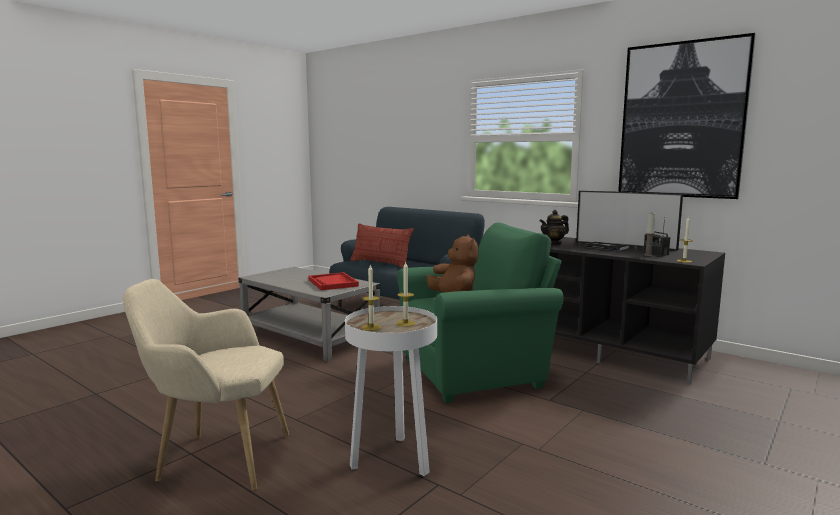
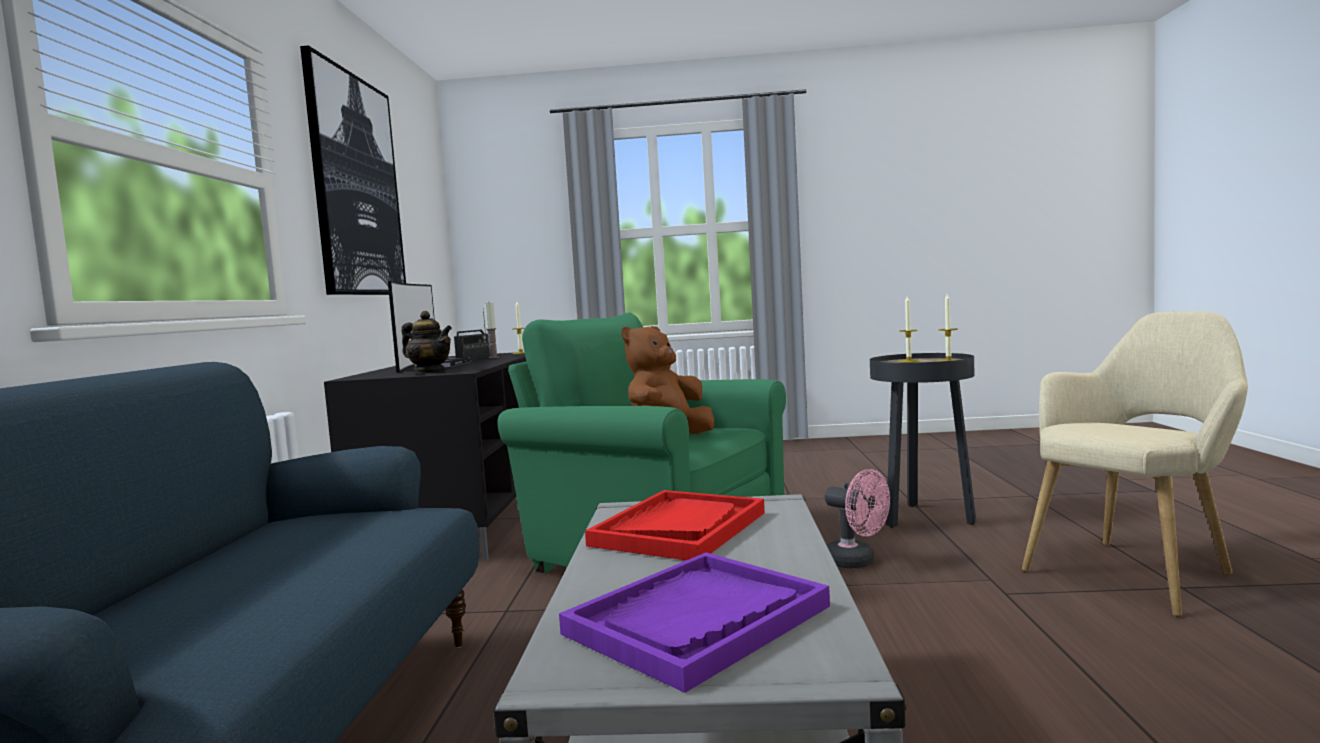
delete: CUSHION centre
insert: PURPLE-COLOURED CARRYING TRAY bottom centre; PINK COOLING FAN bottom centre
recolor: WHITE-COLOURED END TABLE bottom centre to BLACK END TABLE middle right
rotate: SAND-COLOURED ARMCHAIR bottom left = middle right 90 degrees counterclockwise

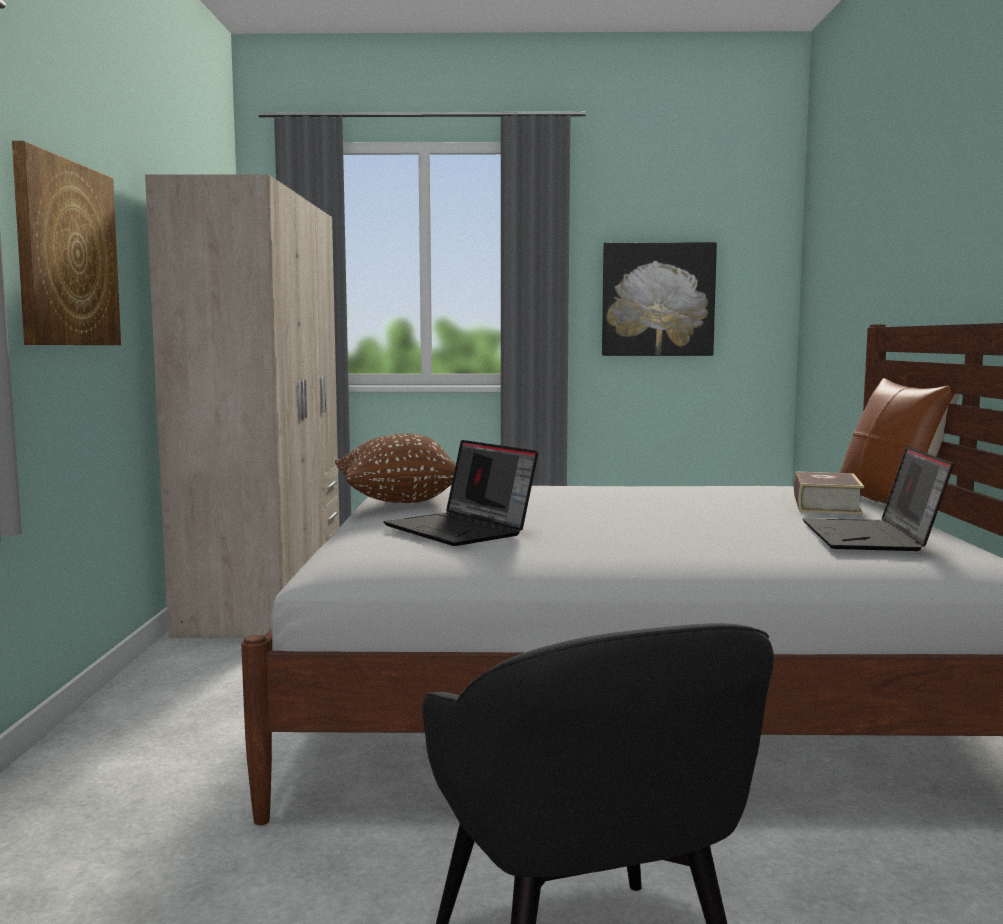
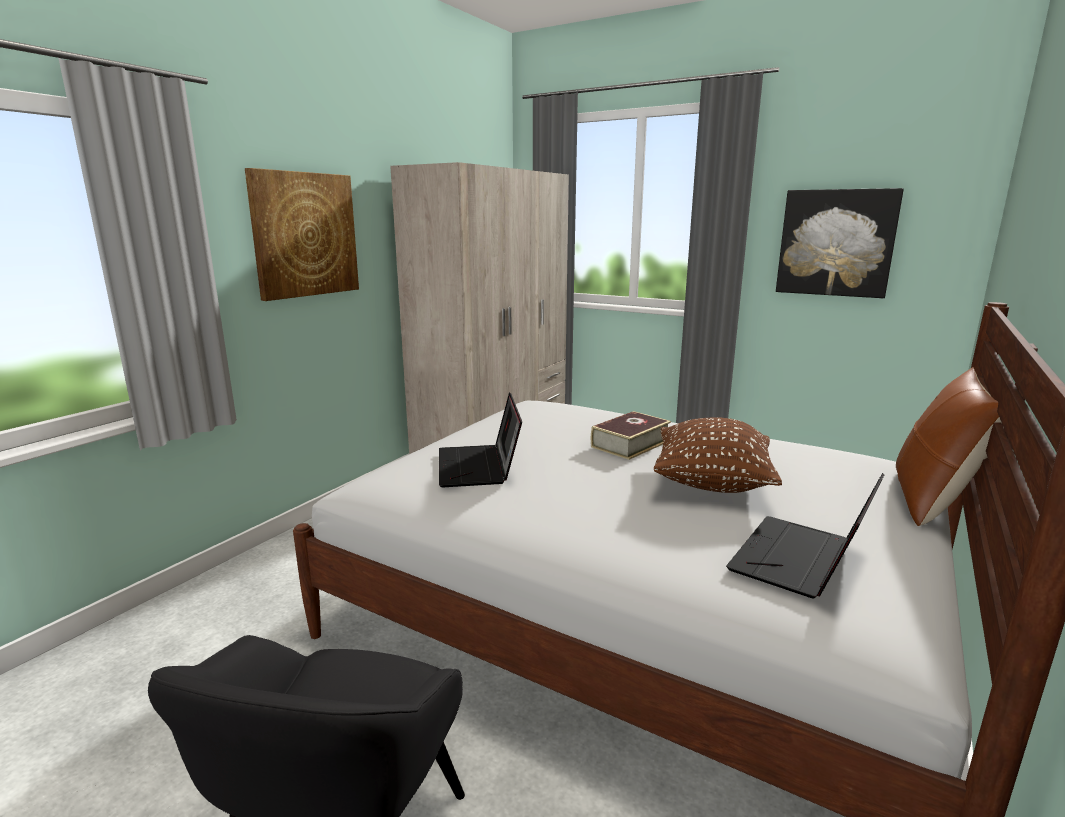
move: BROWNISH CUSHION (1st from left) centre to middle right; VOLUME middle right to centre

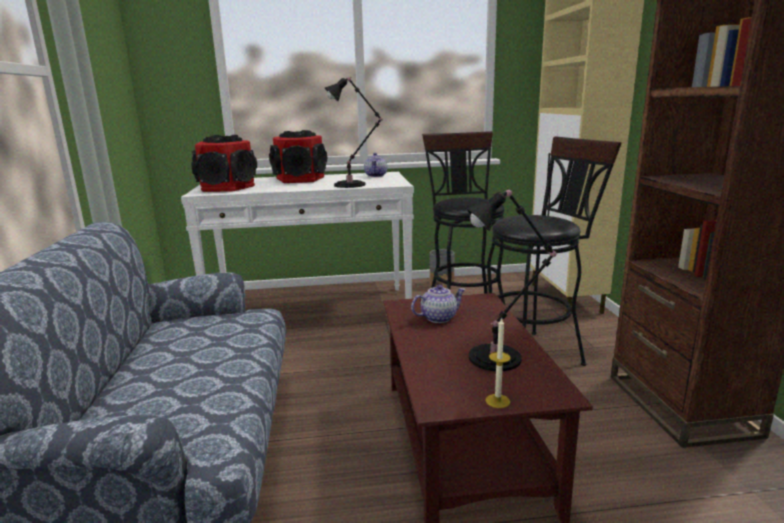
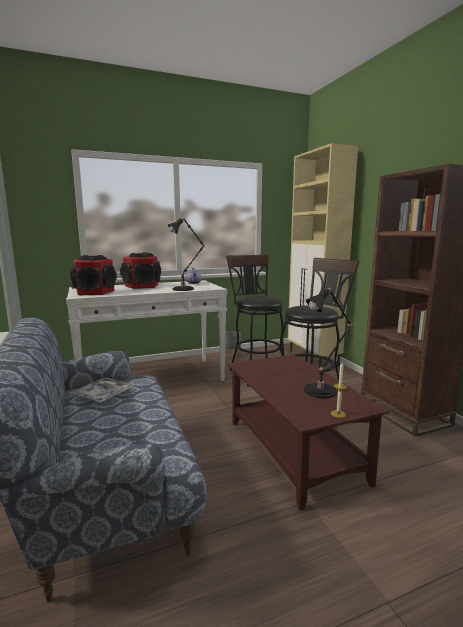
delete: POT FOR TEA (2nd from left) centre
insert: CARRYING TRAY middle left

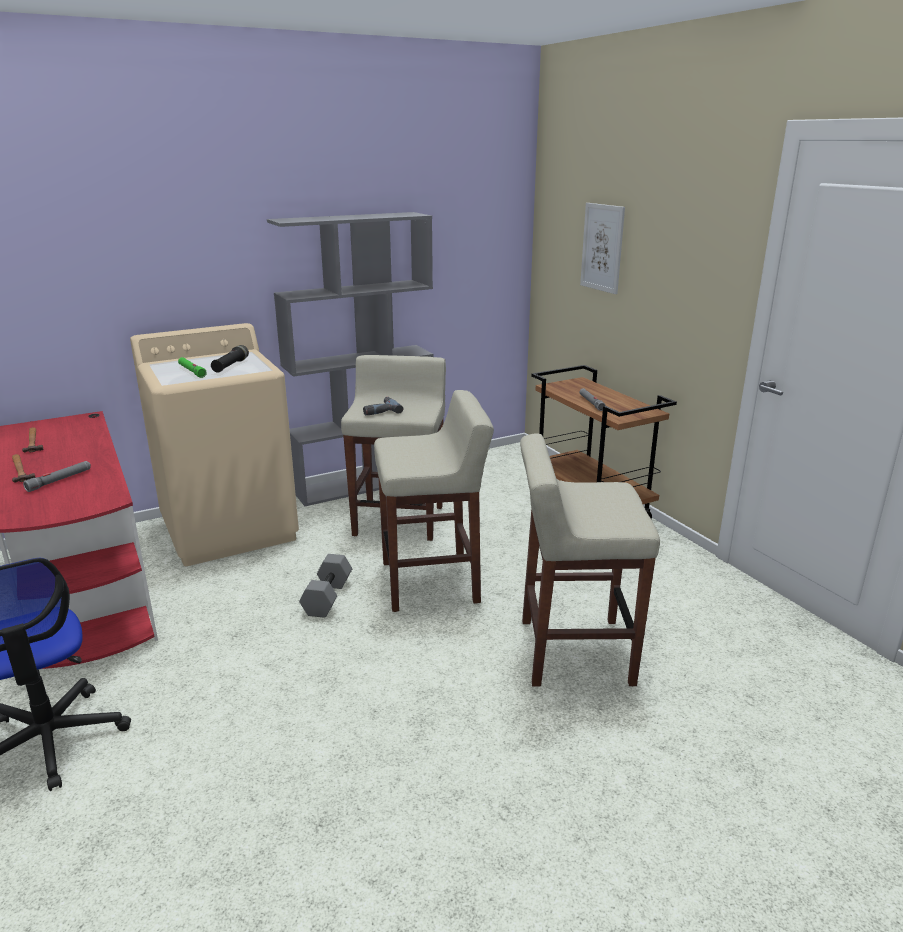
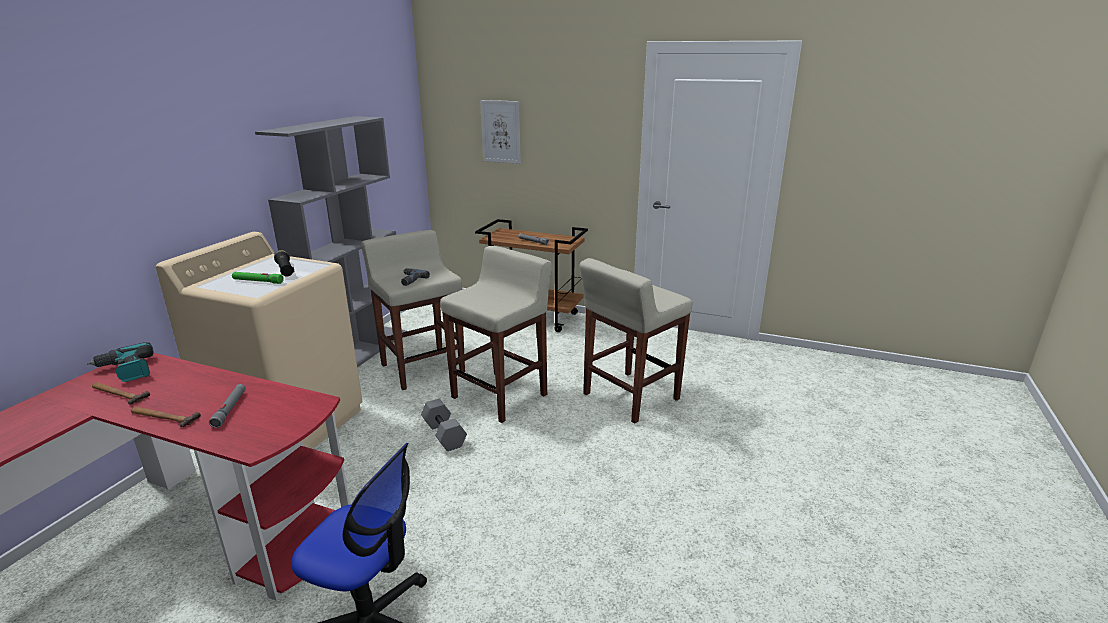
insert: DRILL (1st from left) middle left

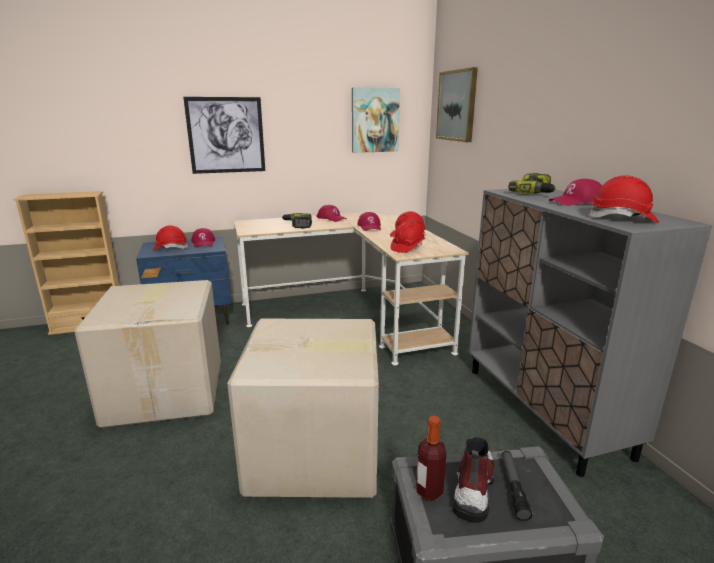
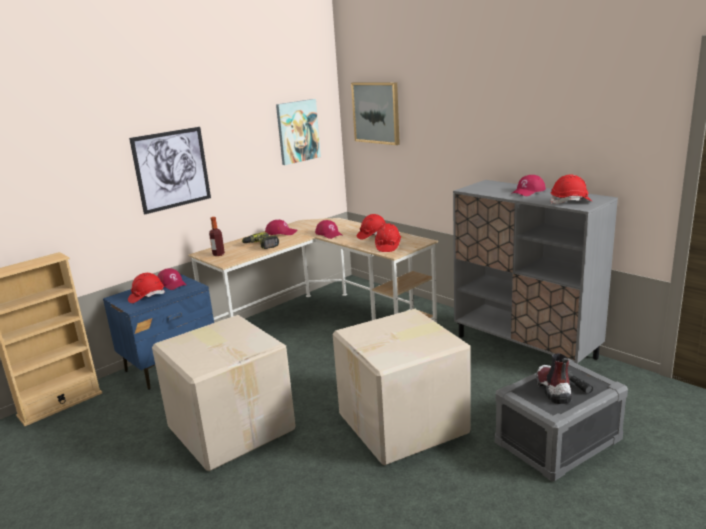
delete: DRILL (2nd from left) top right
move: BOTTLE bottom centre to middle left

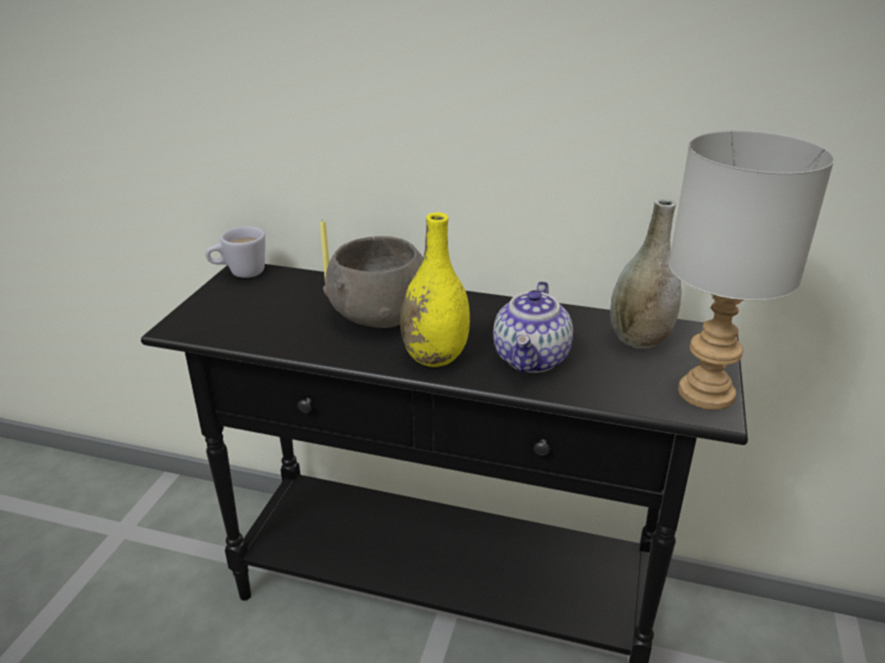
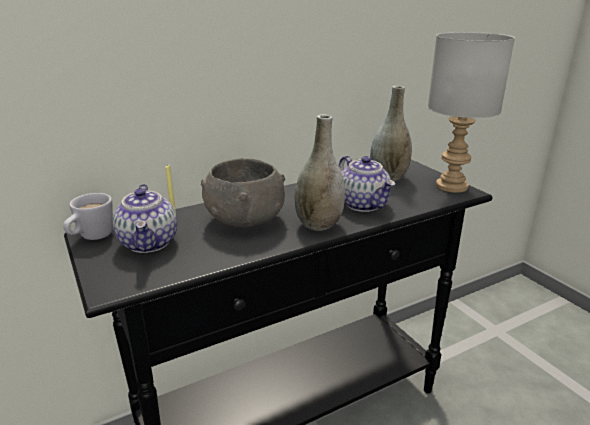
insert: POT FOR TEA (1st from left) middle left
recolor: YELLOW DECORATIVE VASE centre to GRAY DECORATIVE VASE (1st from left) centre

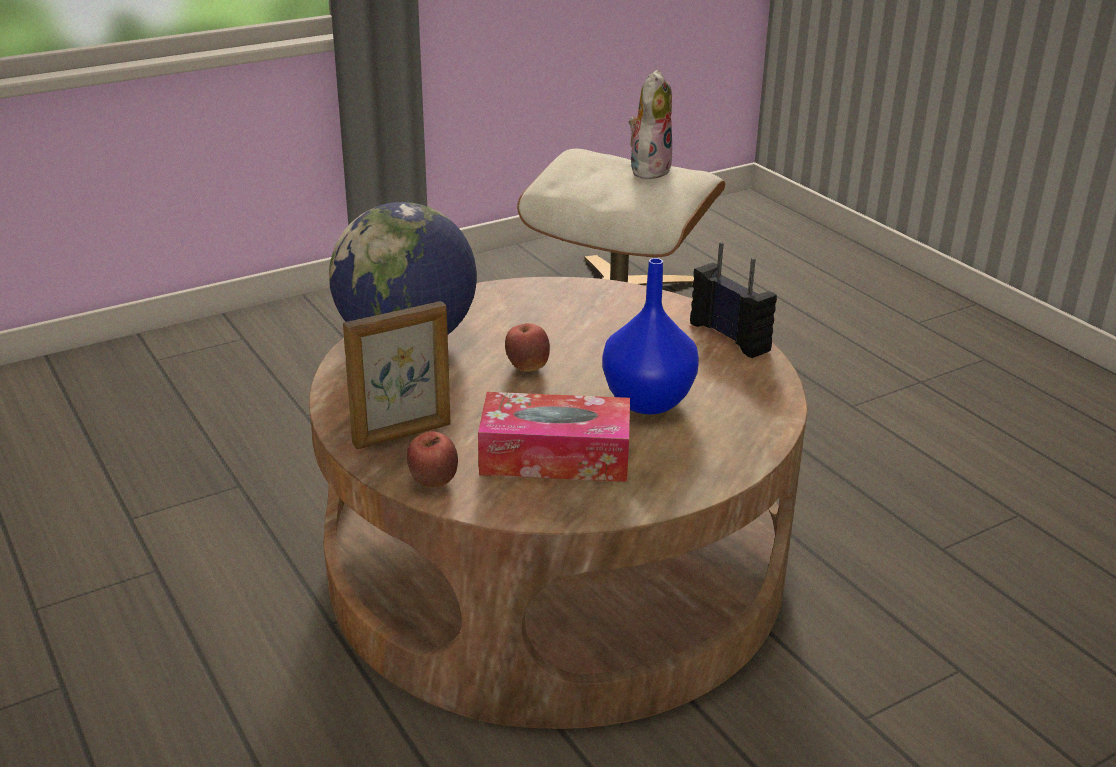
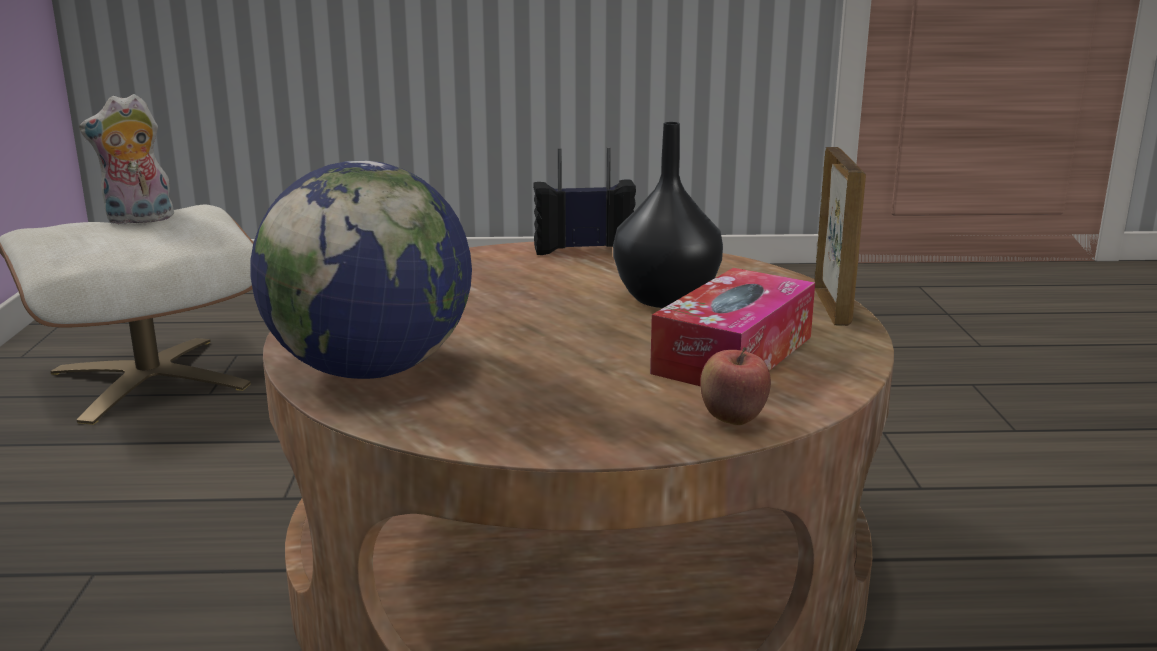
delete: WHOLE APPLE (2nd from left) centre
move: STANDING FRAME centre to middle right
recolor: BLUE DECORATIVE VASE centre to BLACK DECORATIVE VASE top centre
rotate: PLUSH TOY top centre = top left 75 degrees counterclockwise

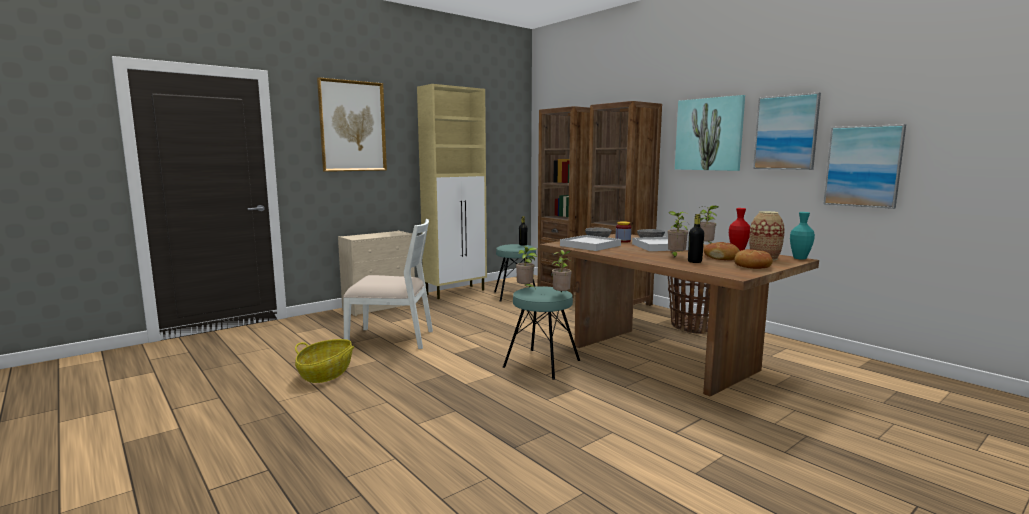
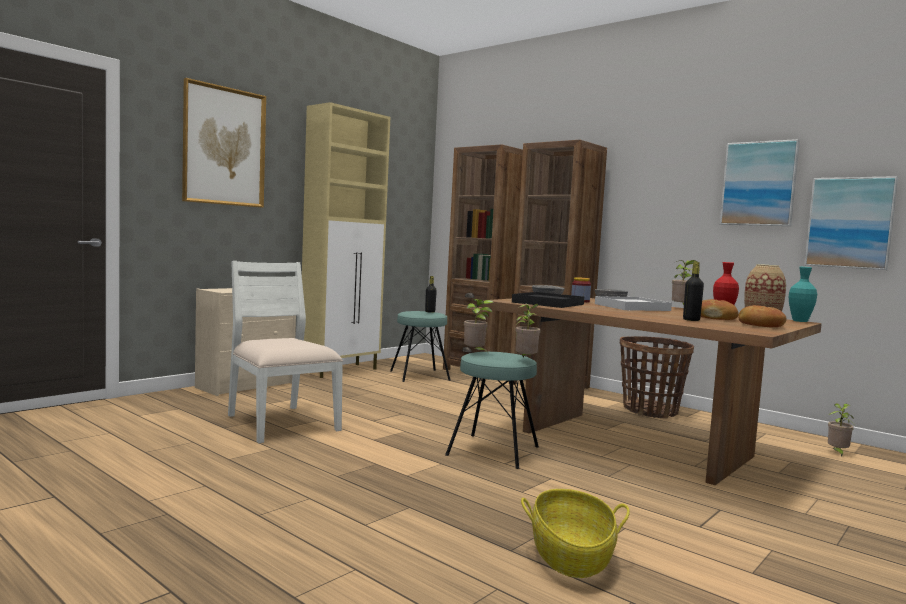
delete: PICTURE (2nd from left) top right
move: HOUSEHOLD BASKET (1st from left) bottom left to bottom centre; PLANT IN A POT (3rd from left in the first image) centre to PLANT IN A POT (4th from left) bottom right
recolor: WHITE-COLOURED CARRYING TRAY (1st from left) centre to BLACK CARRYING TRAY centre
rotate: WHITE-COLOURED PLAIN CHAIR centre = middle left 120 degrees counterclockwise

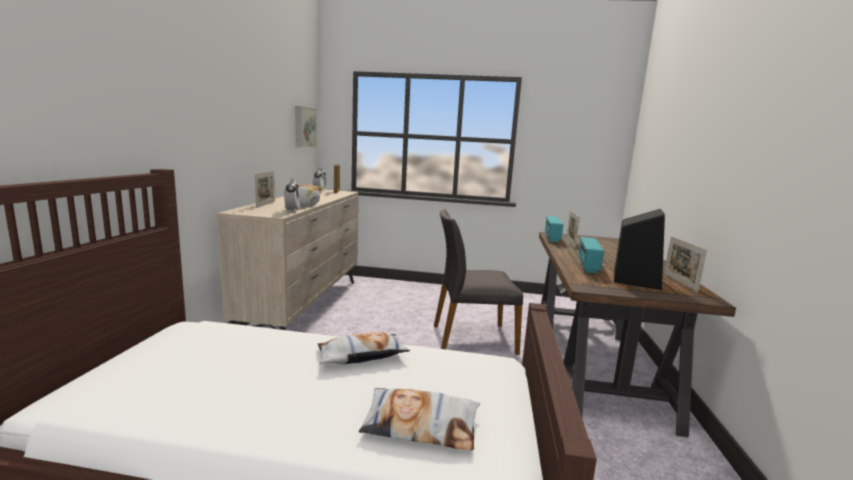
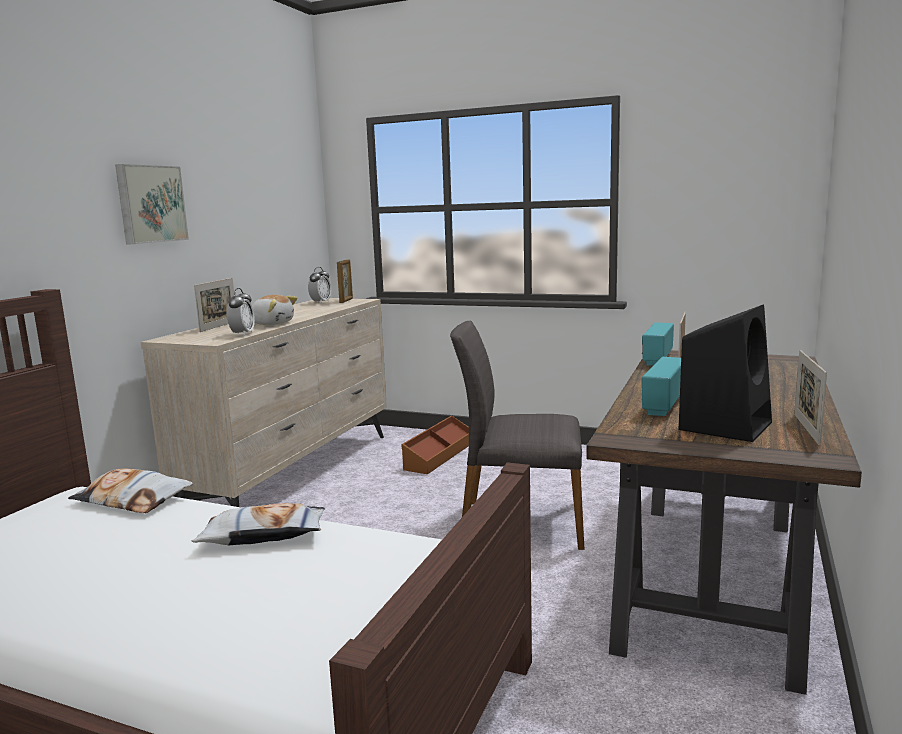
insert: BROWNISH STORAGE BOX centre
move: PICTURE top centre to top left; CUSHION (2nd from left in the first image) bottom centre to CUSHION (1st from left) bottom left

